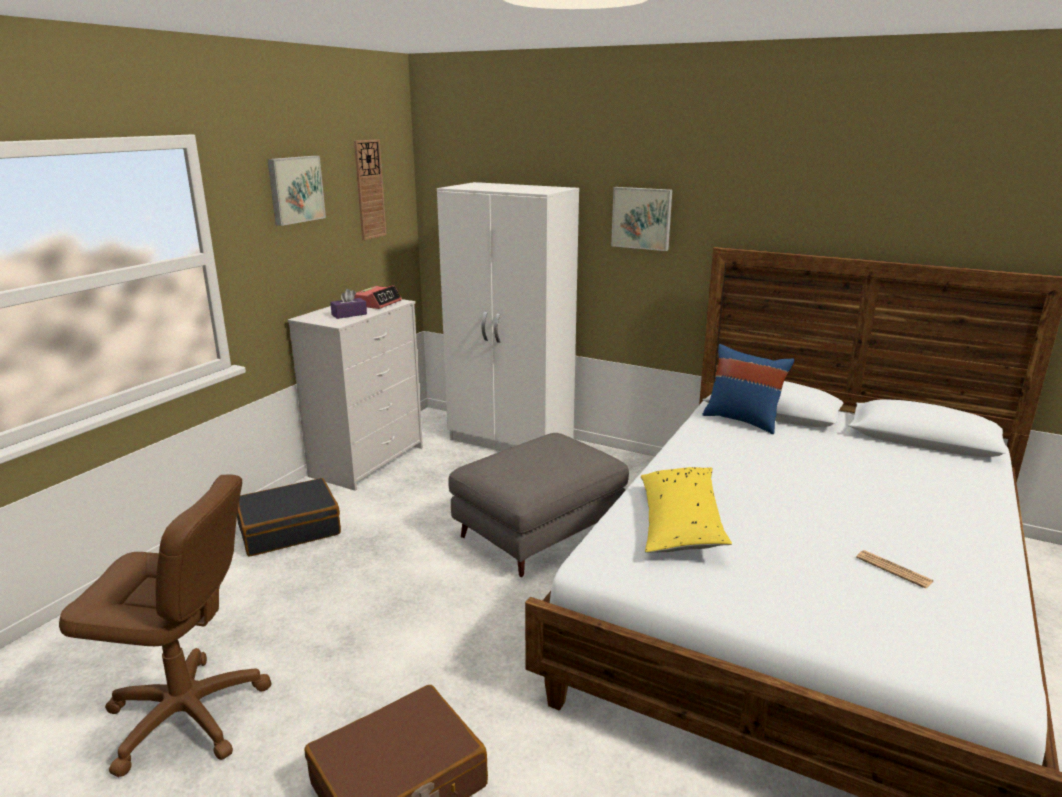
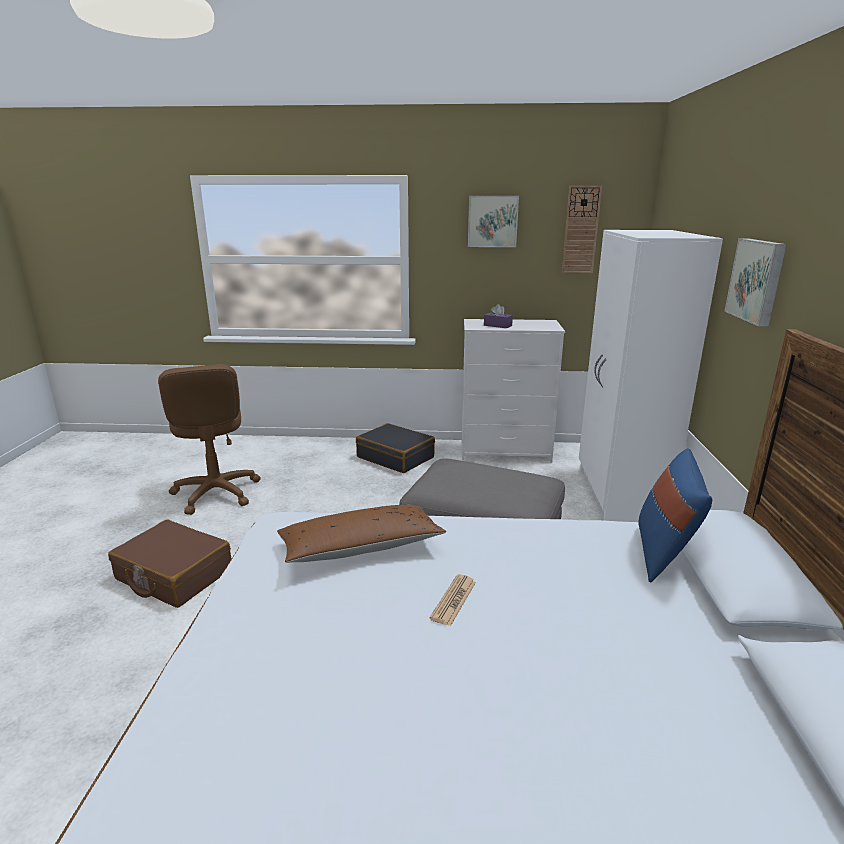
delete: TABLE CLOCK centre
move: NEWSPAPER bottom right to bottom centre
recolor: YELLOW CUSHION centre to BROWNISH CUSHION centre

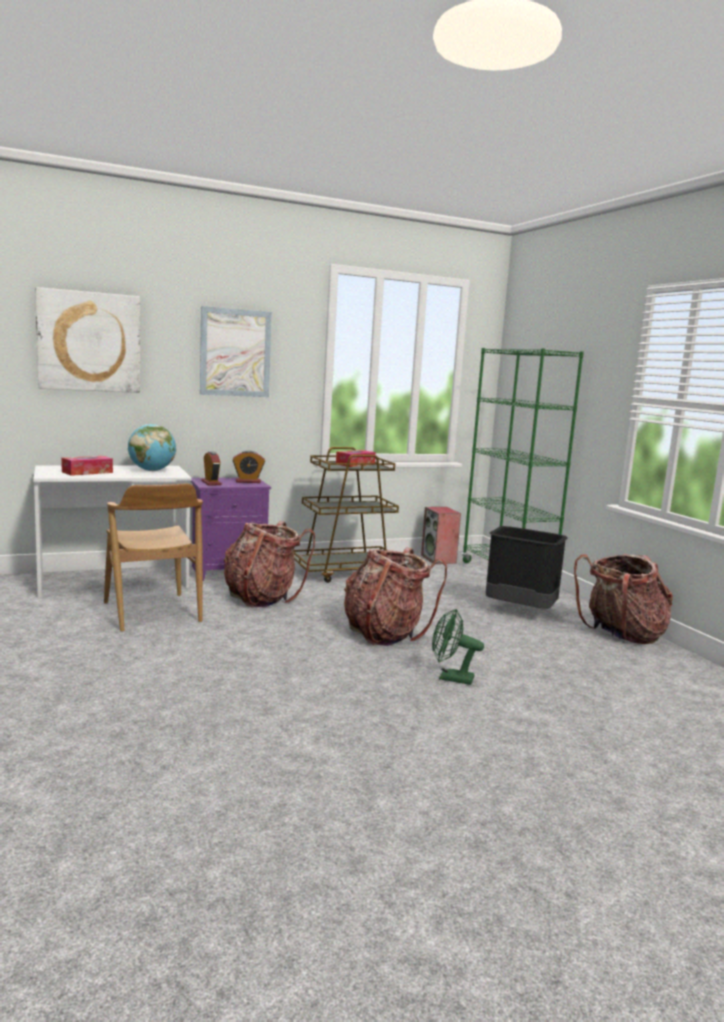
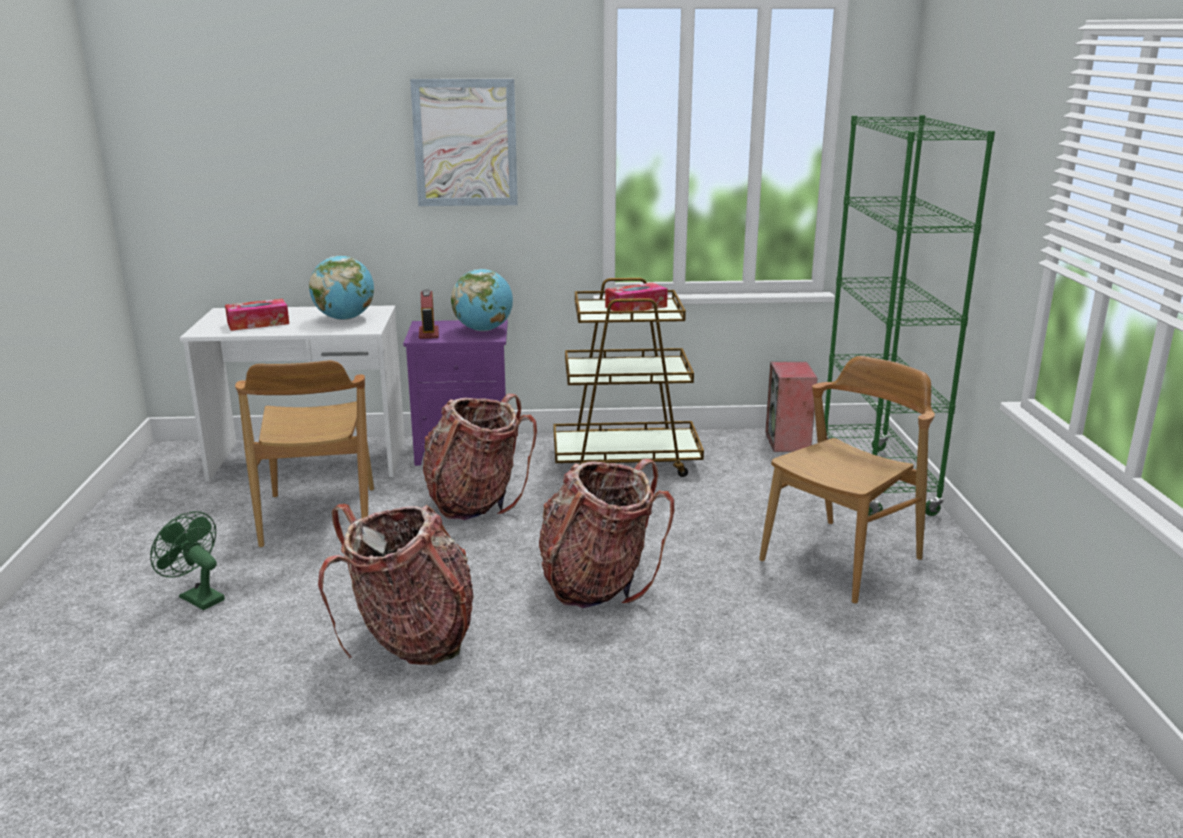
delete: PICTURE (1st from left) top left
move: GREEN-COLOURED COOLING FAN centre to bottom left; KNAPSACK (3rd from left in the first image) middle right to KNAPSACK (1st from left) bottom centre
replace: TABLE CLOCK (2nd from left) centre to DESK GLOBE (2nd from left) centre; BLACK TRASH CAN middle right to BROWNISH PLAIN CHAIR (2nd from left) middle right

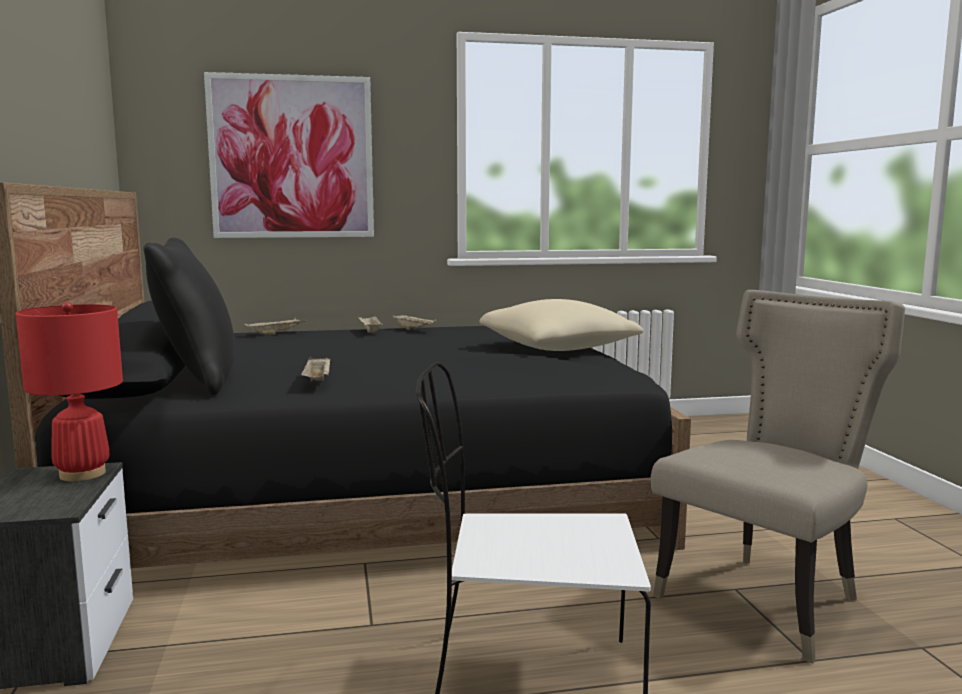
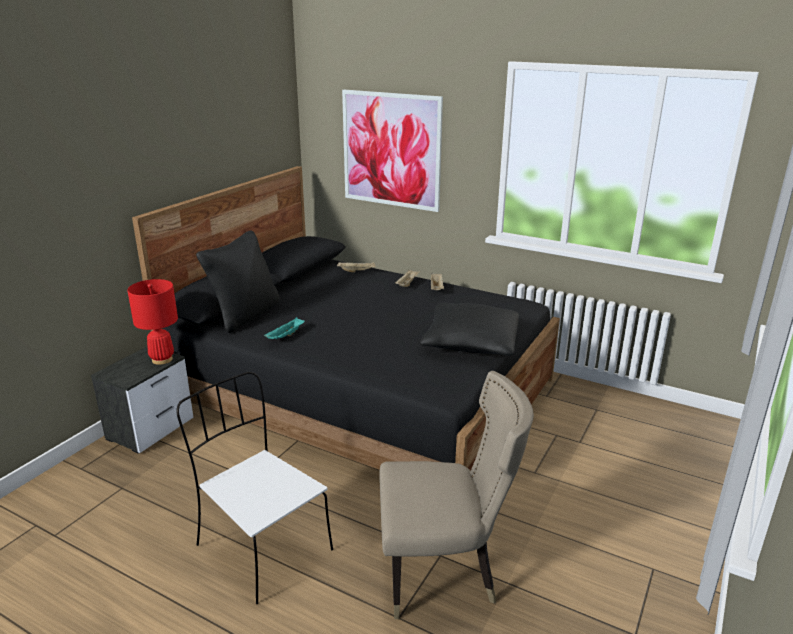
recolor: SAND-COLOURED CARRYING TRAY (2nd from left) middle left to BLUE-GREEN CARRYING TRAY centre; SAND-COLOURED CUSHION centre to BLACK CUSHION (2nd from left) centre

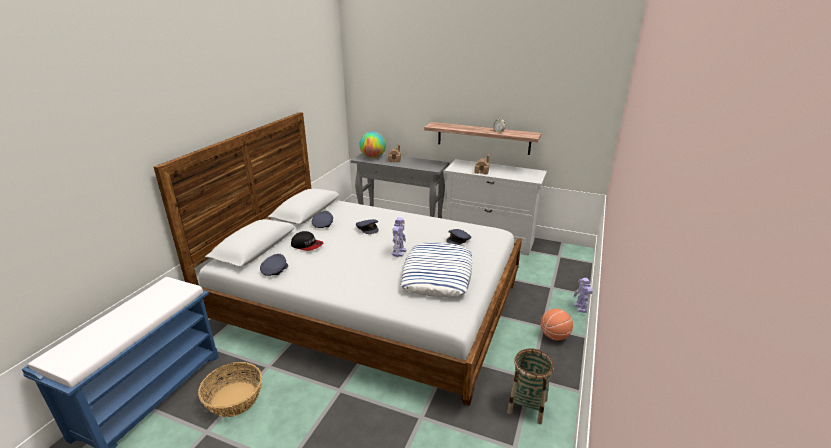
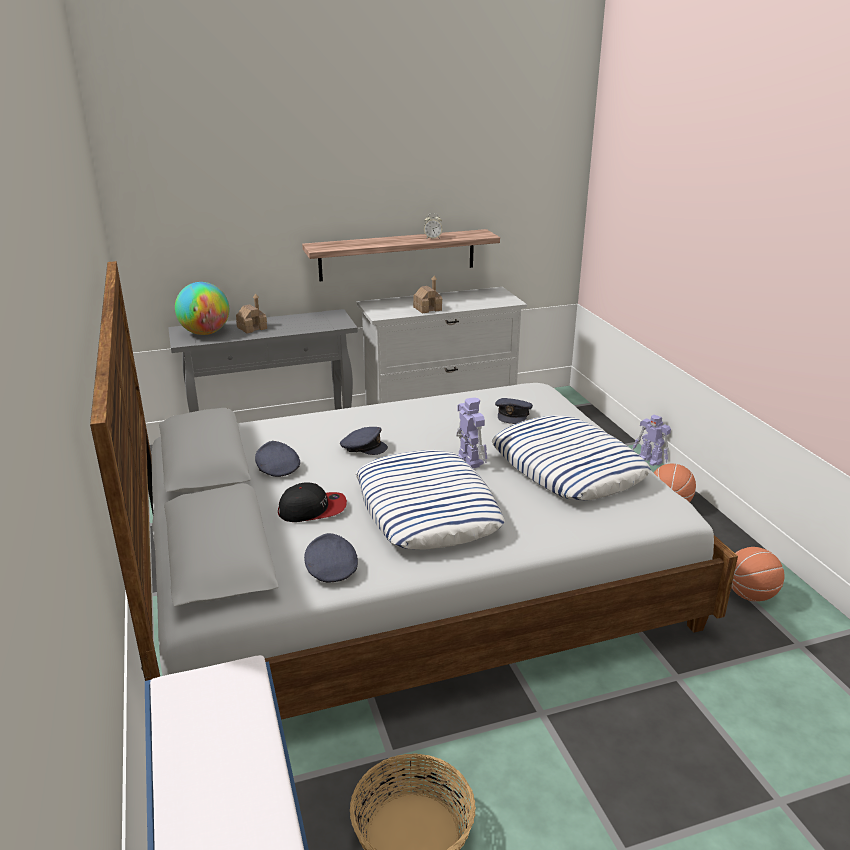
insert: CUSHION (1st from left) centre
replace: HOUSEHOLD BASKET (2nd from left) bottom centre to BALL FOR BASKETBALL (2nd from left) bottom right

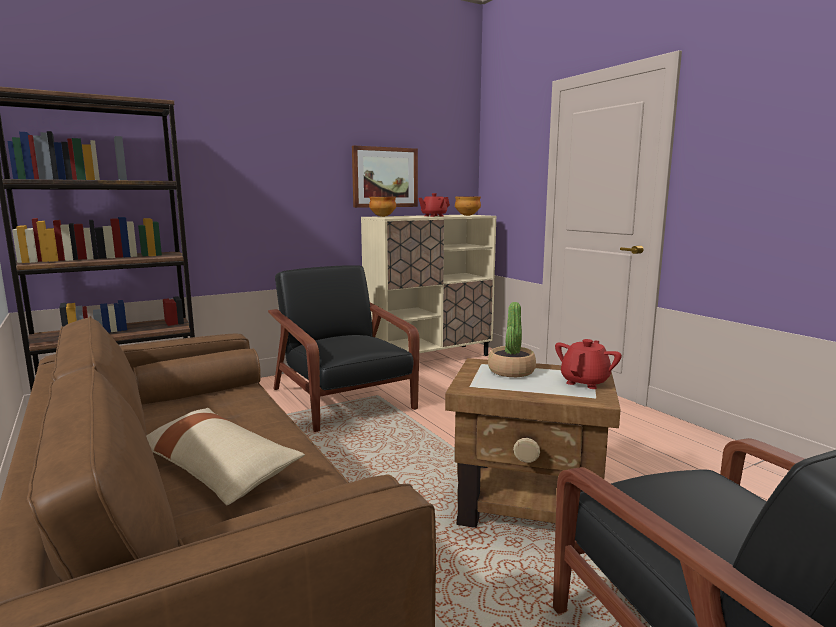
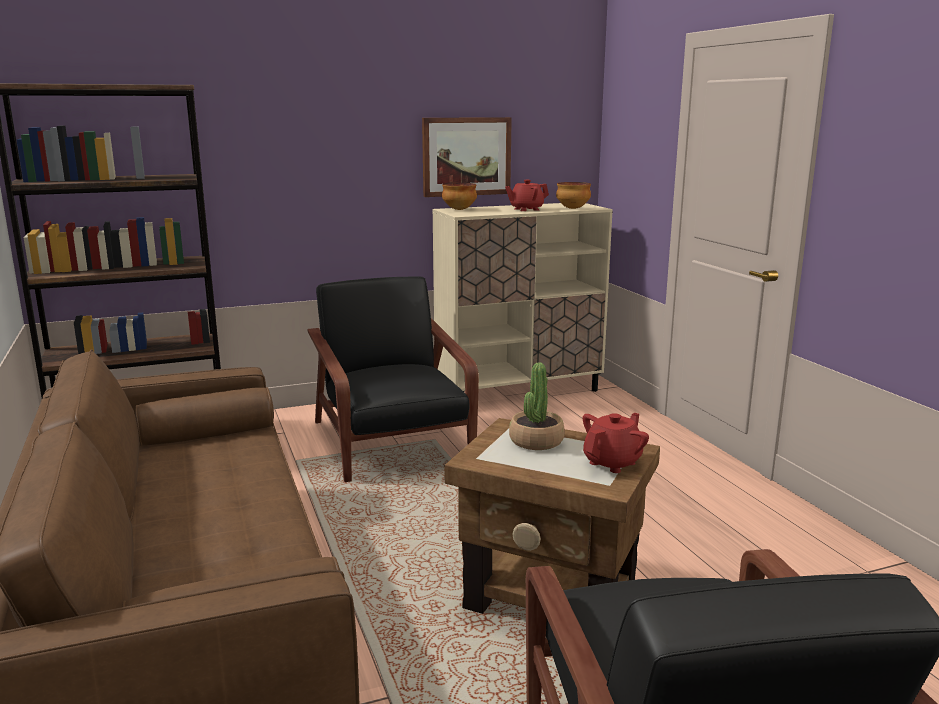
delete: SAND-COLOURED CUSHION bottom left

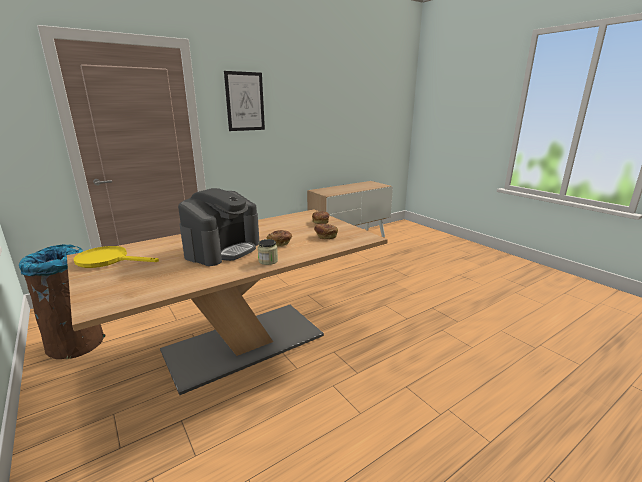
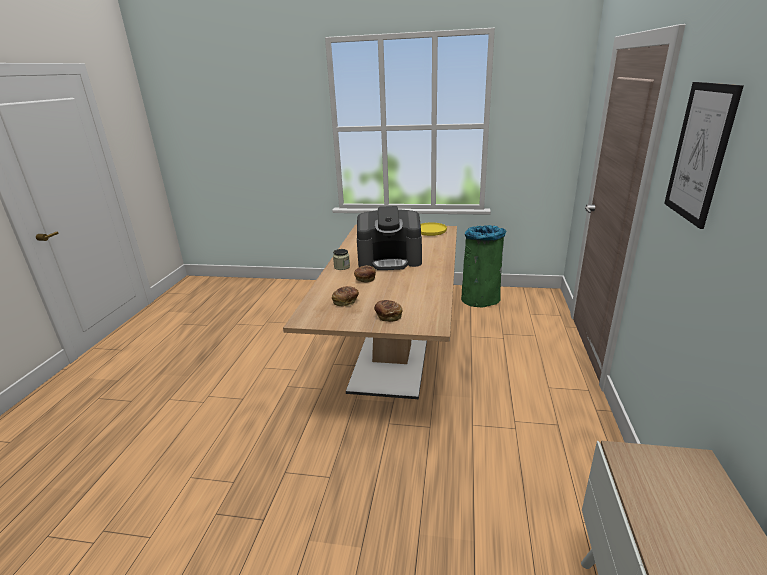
recolor: BROWNISH TRASH CAN middle left to GREEN-COLOURED TRASH CAN centre
rotate: COFFEE MAKER centre = centre 75 degrees counterclockwise

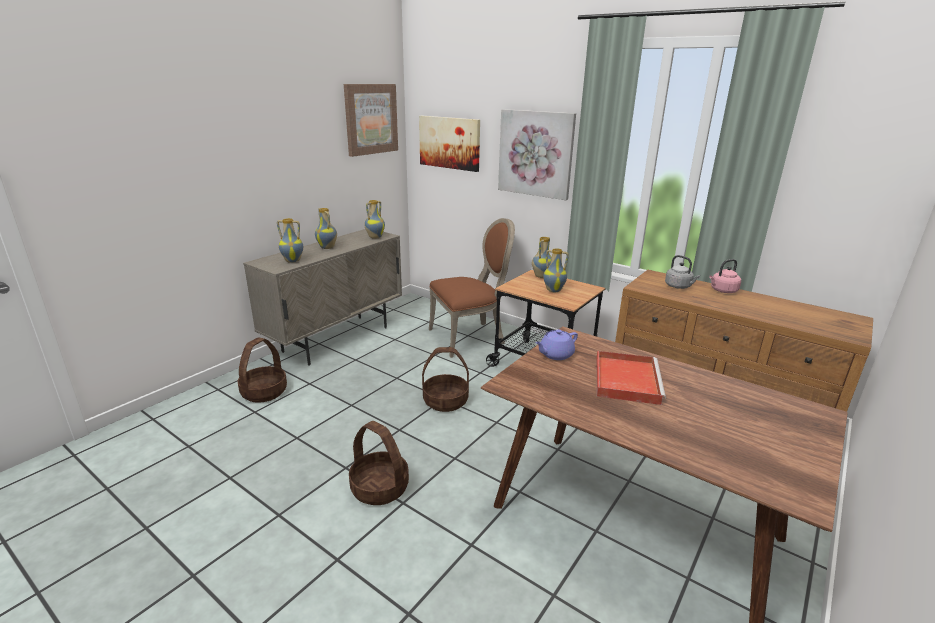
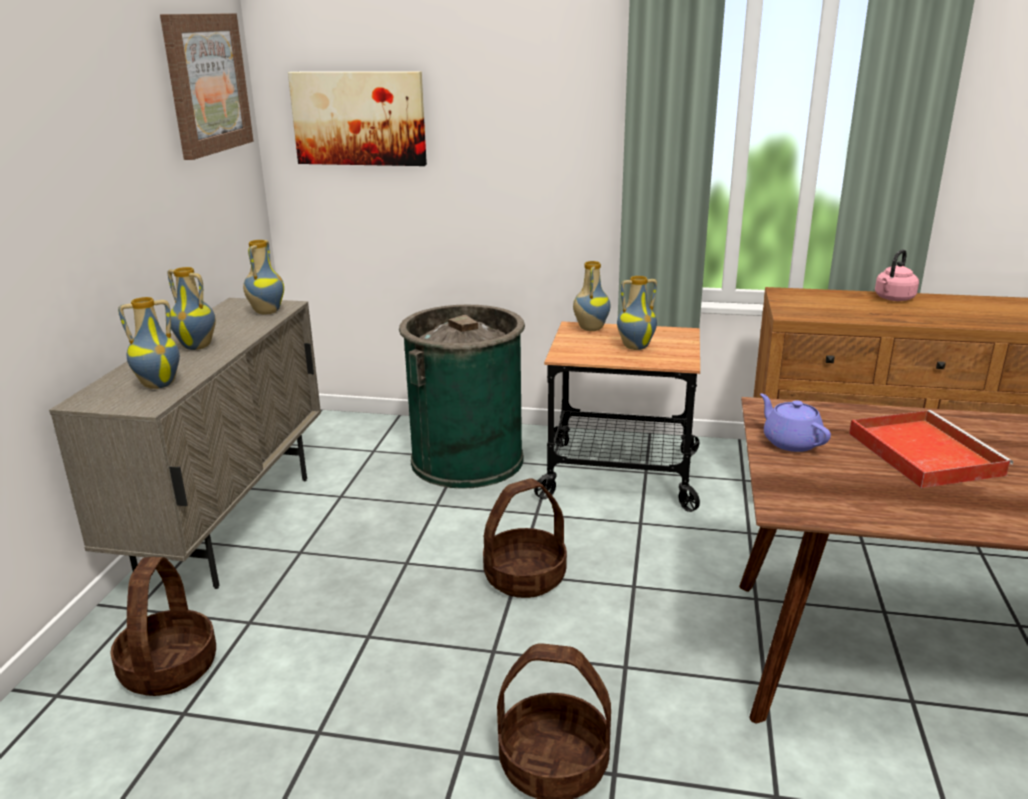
delete: PICTURE (3rd from left) top centre; GRAY WATER KETTLE middle right
replace: BROWNISH PLAIN CHAIR centre to GREEN-COLOURED TRASH CAN centre
rotate: PURPLE-COLOURED POT FOR TEA centre = middle right 120 degrees clockwise

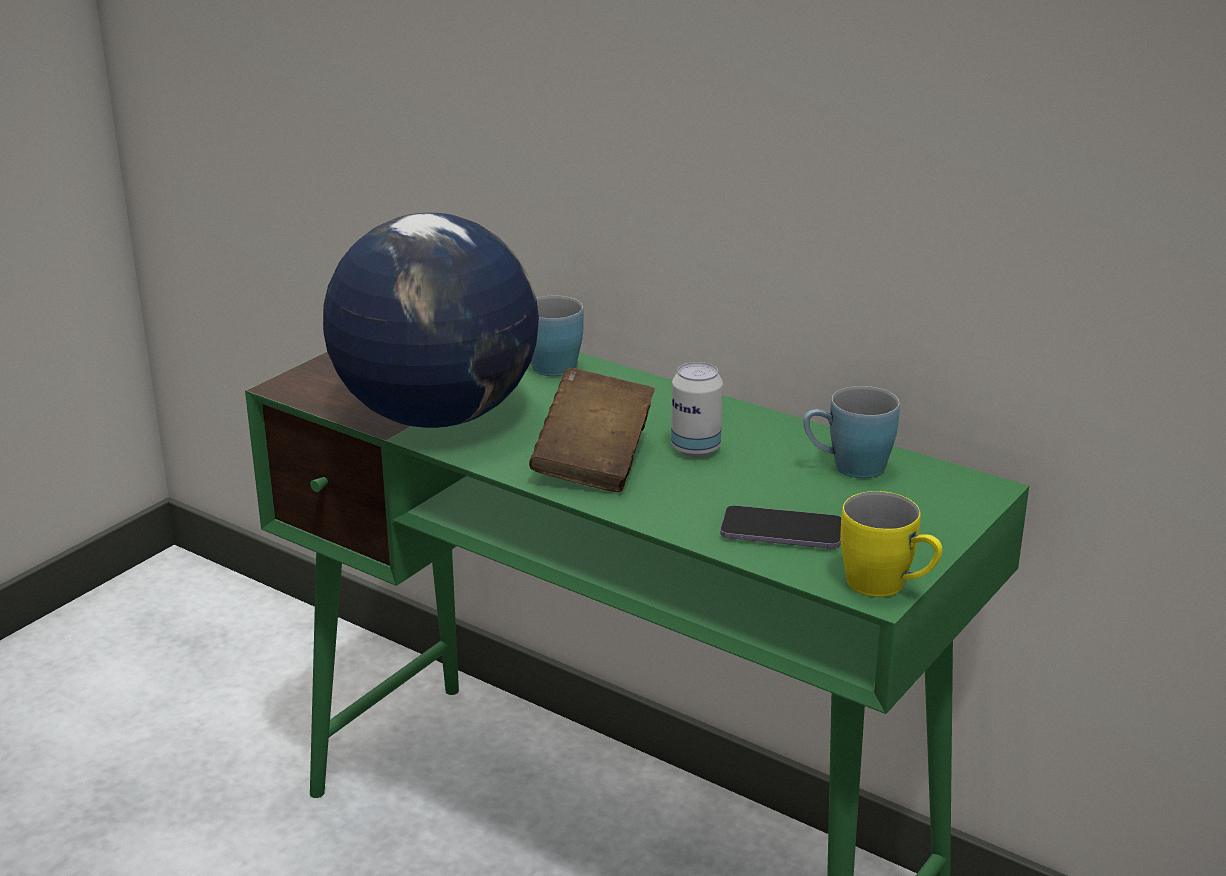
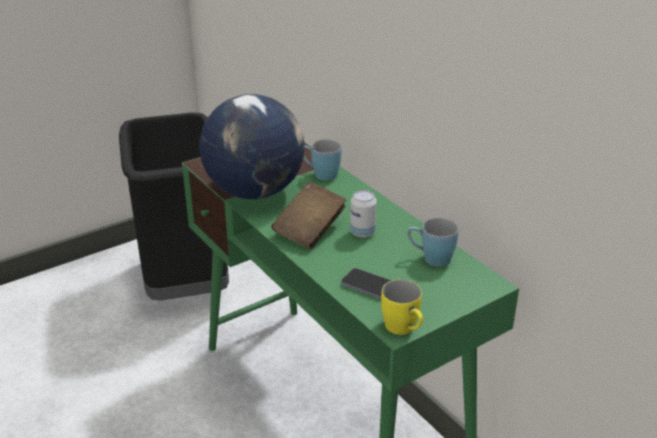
insert: BLACK TRASH CAN middle left

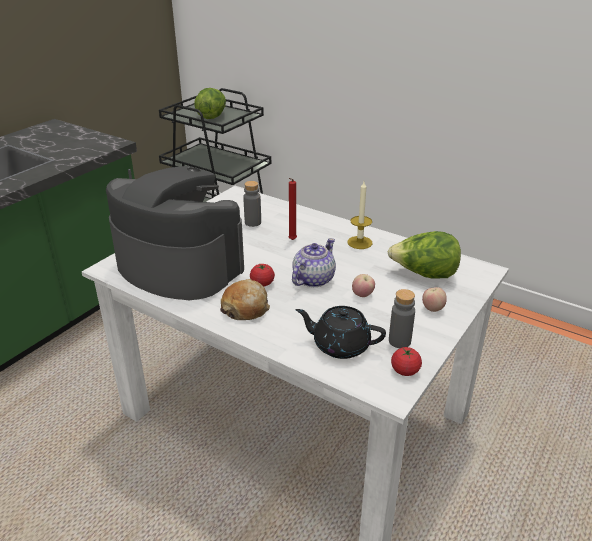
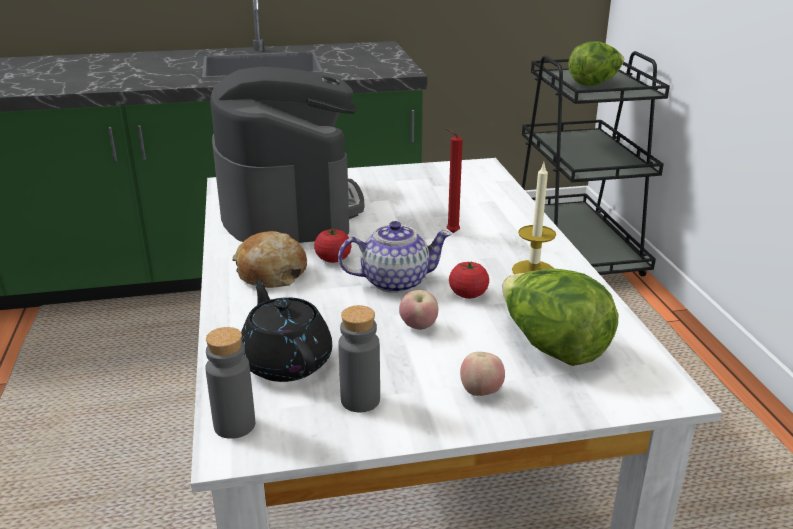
move: GRAY BOTTLE (1st from left) centre to bottom left; WHOLE TOMATO (2nd from left) bottom right to centre

